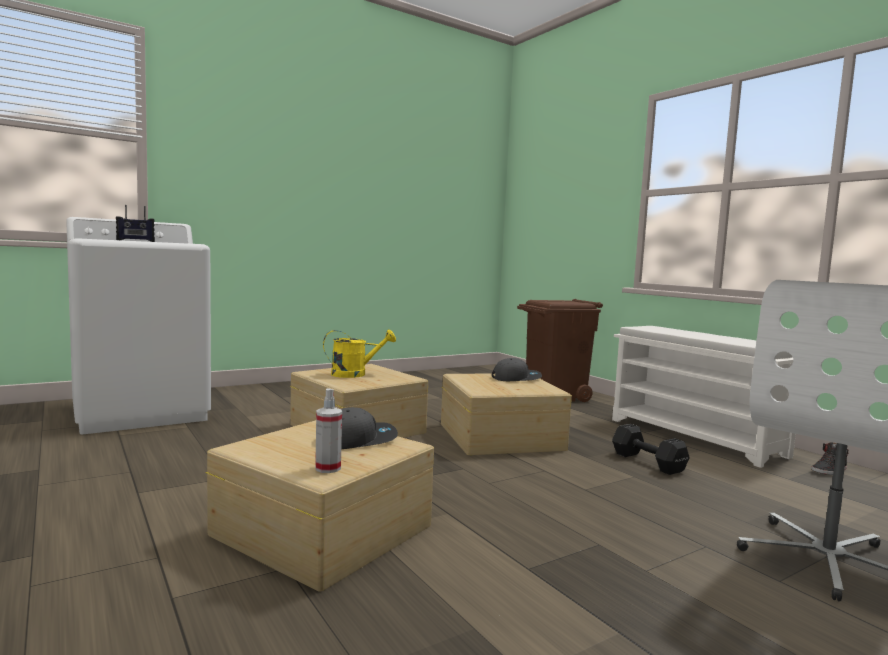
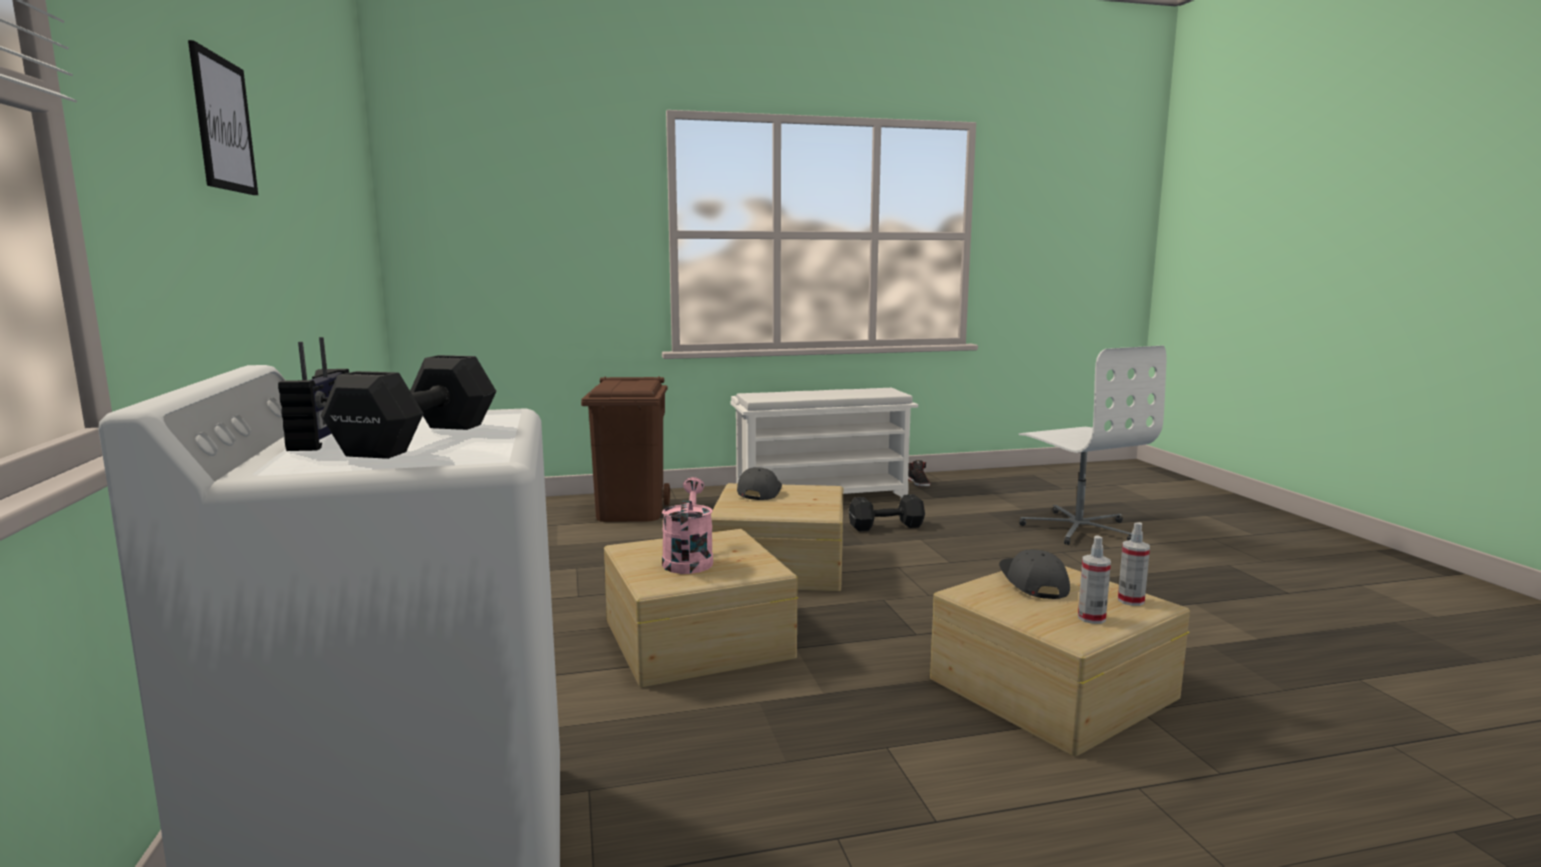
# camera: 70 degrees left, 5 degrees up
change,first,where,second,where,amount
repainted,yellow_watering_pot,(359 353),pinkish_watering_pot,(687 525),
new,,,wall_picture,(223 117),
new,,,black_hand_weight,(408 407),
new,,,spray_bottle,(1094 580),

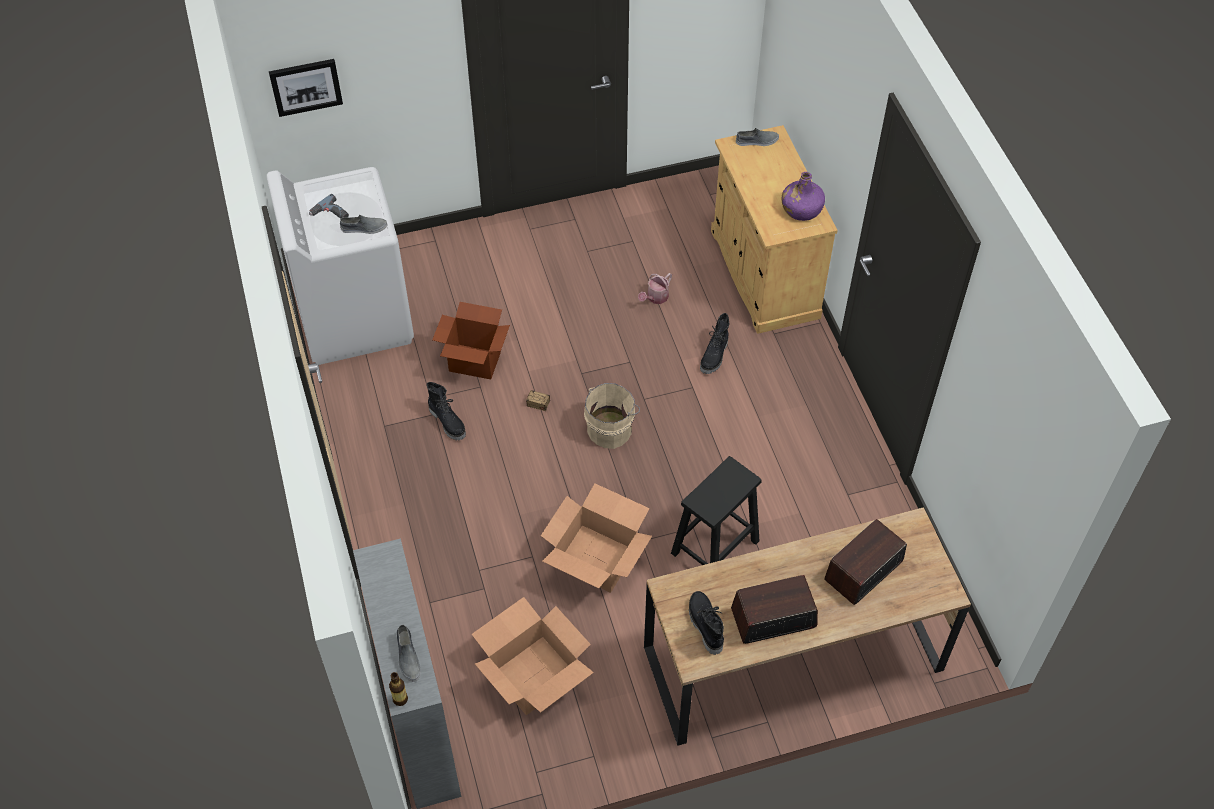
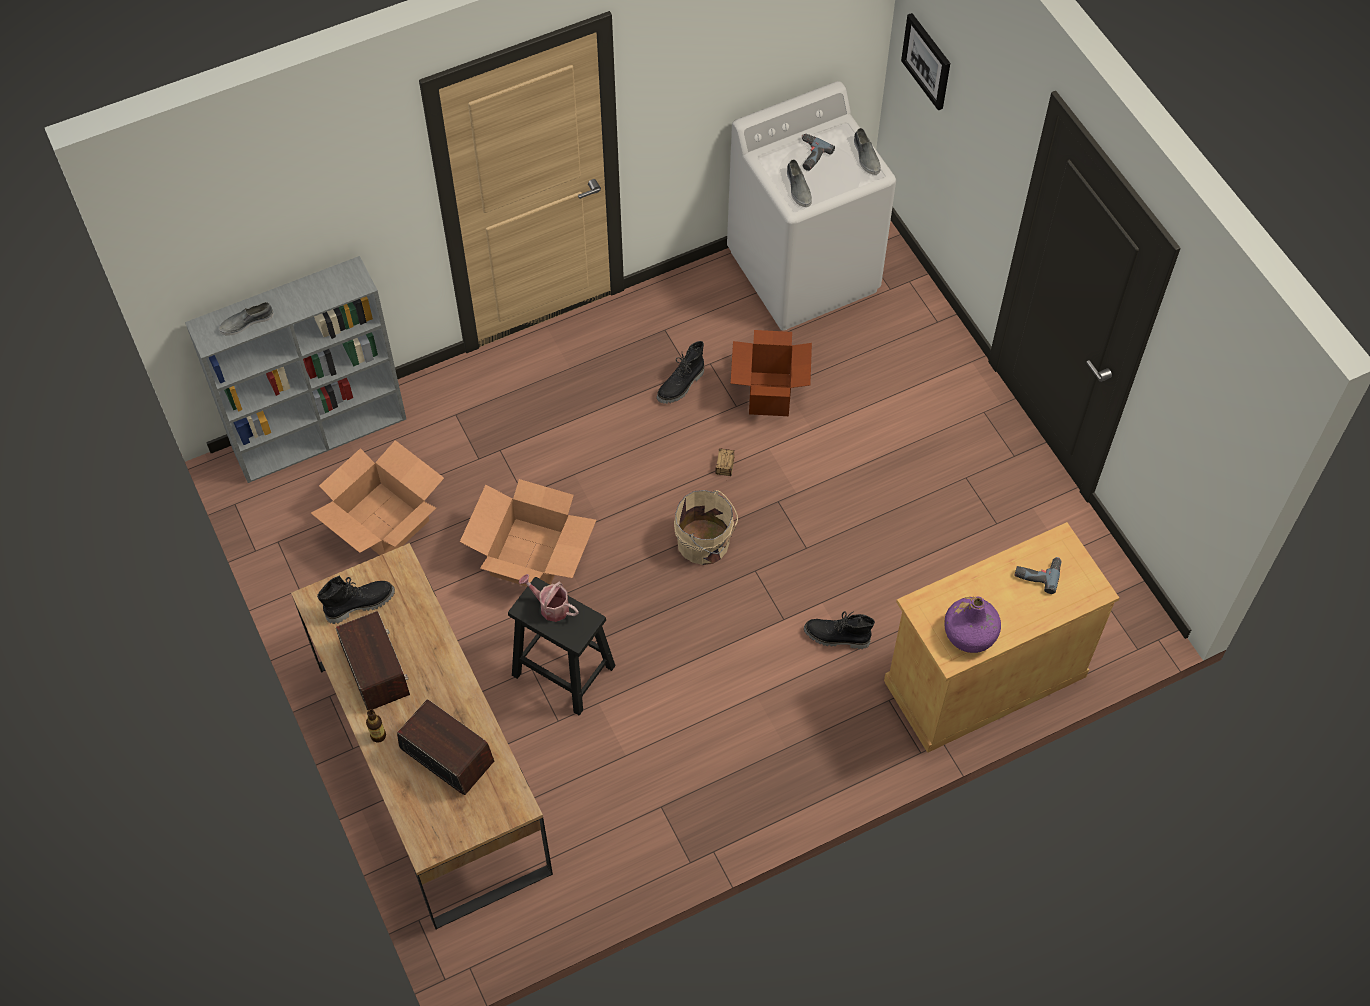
# camera: 80 degrees right, 5 degrees up
change,first,where,second,where,amount
shifted,drink_bottle,(398 689),,(376 726),
shifted,watering_pot,(655 288),,(549 598),
shifted,greyish_shoe,(757 137),,(867 151),
new,,,power_drill,(1038 575),

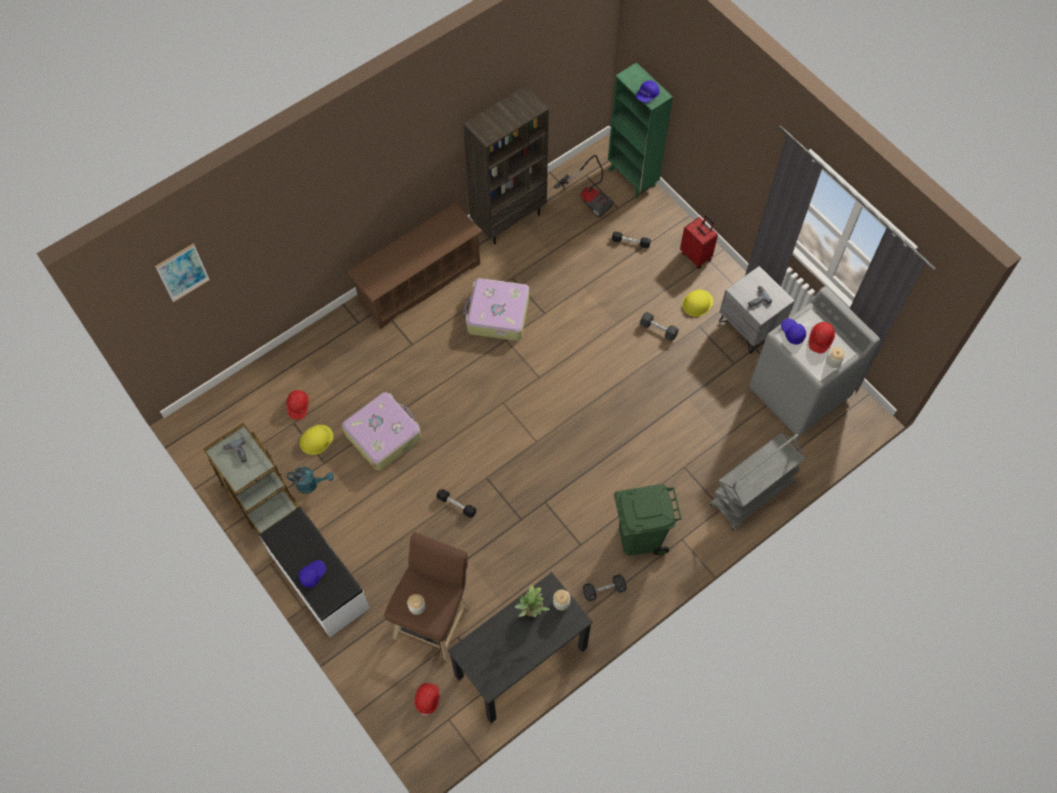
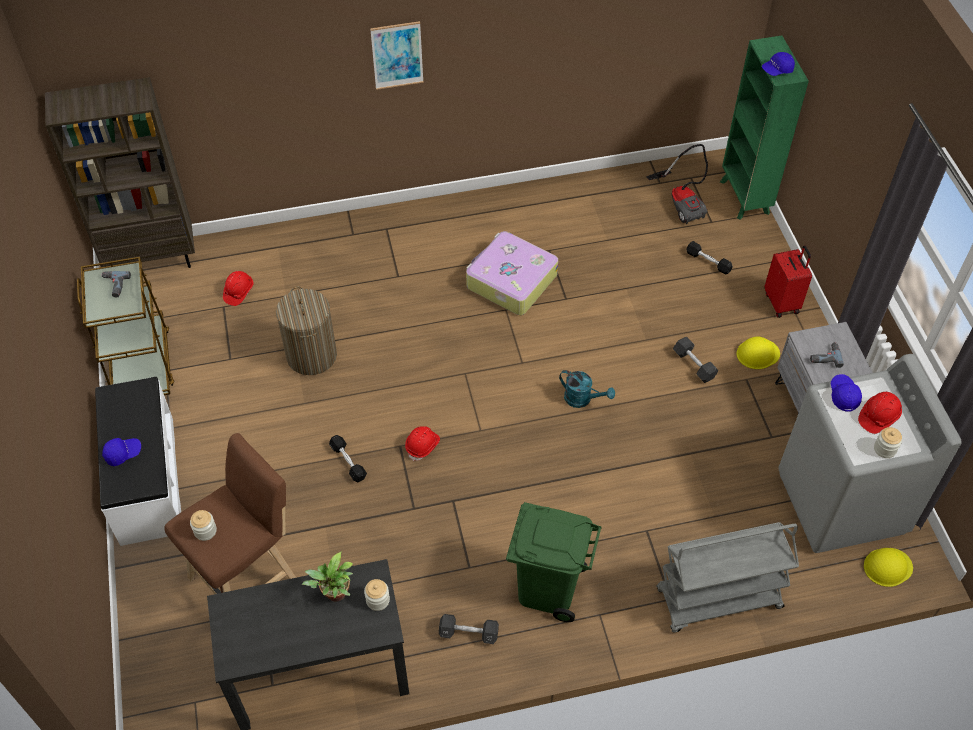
# camera: 25 degrees right, 10 degrees down
change,first,where,second,where,amount
shifted,wall_picture,(182 272),,(397 55),
shifted,turquoise-coloured_watering_pot,(310 480),,(587 389),
shifted,yellow_hard_hat,(316 440),,(888 567),
swapped,piece_of_luggage,(382 431),washing_basket,(306 331),
gone,brown_shoe_stand,(414 266),,,
shifted,reddish_hard_hat,(427 699),,(422 443),
shifted,brown_bookshelf,(506 165),,(120 172),

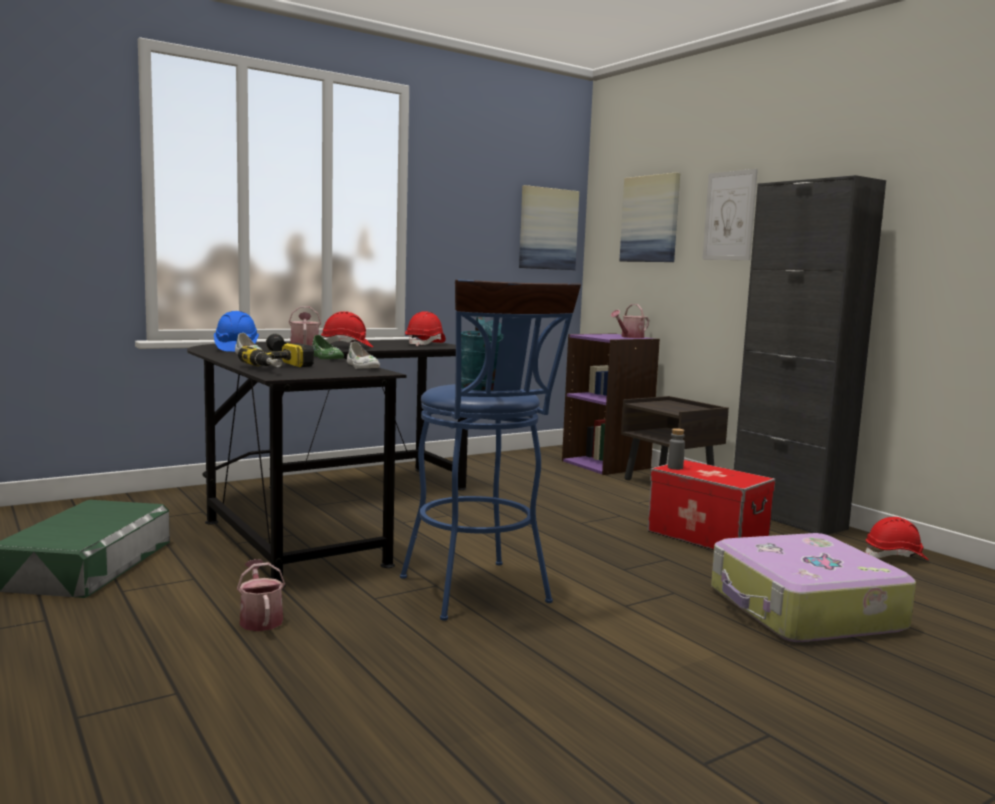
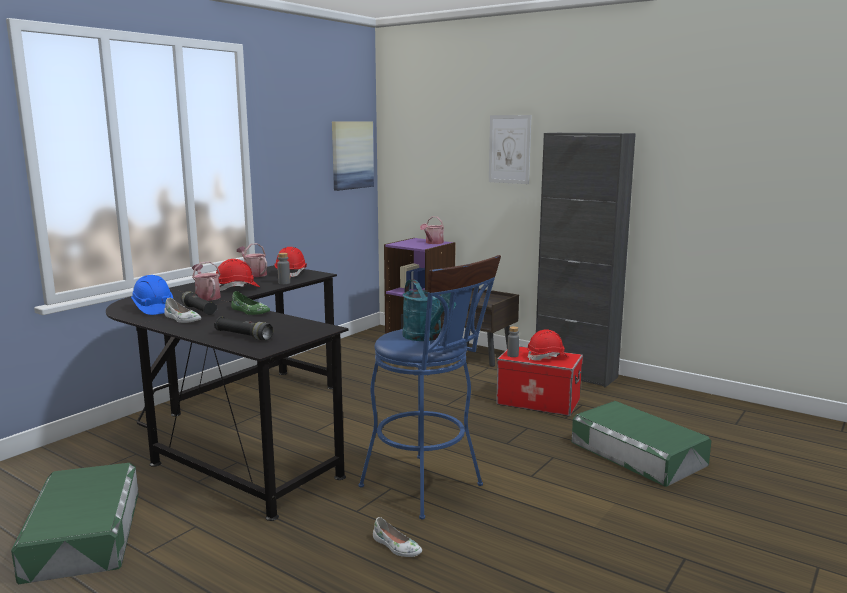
# camera: 20 degrees left, 5 degrees up
change,first,where,second,where,amount
shifted,watering_pot,(261 595),,(252 260),
swapped,power_drill,(276 355),black_torch,(243 328),
shifted,white_shoe,(363 355),,(397 537),
gone,wall_picture,(649 217),,,
swapped,piece_of_luggage,(813 587),green_storage_container,(641 444),
shifted,reddish_hard_hat,(896 538),,(547 345),
new,,,greyish_drink_bottle,(283 268),

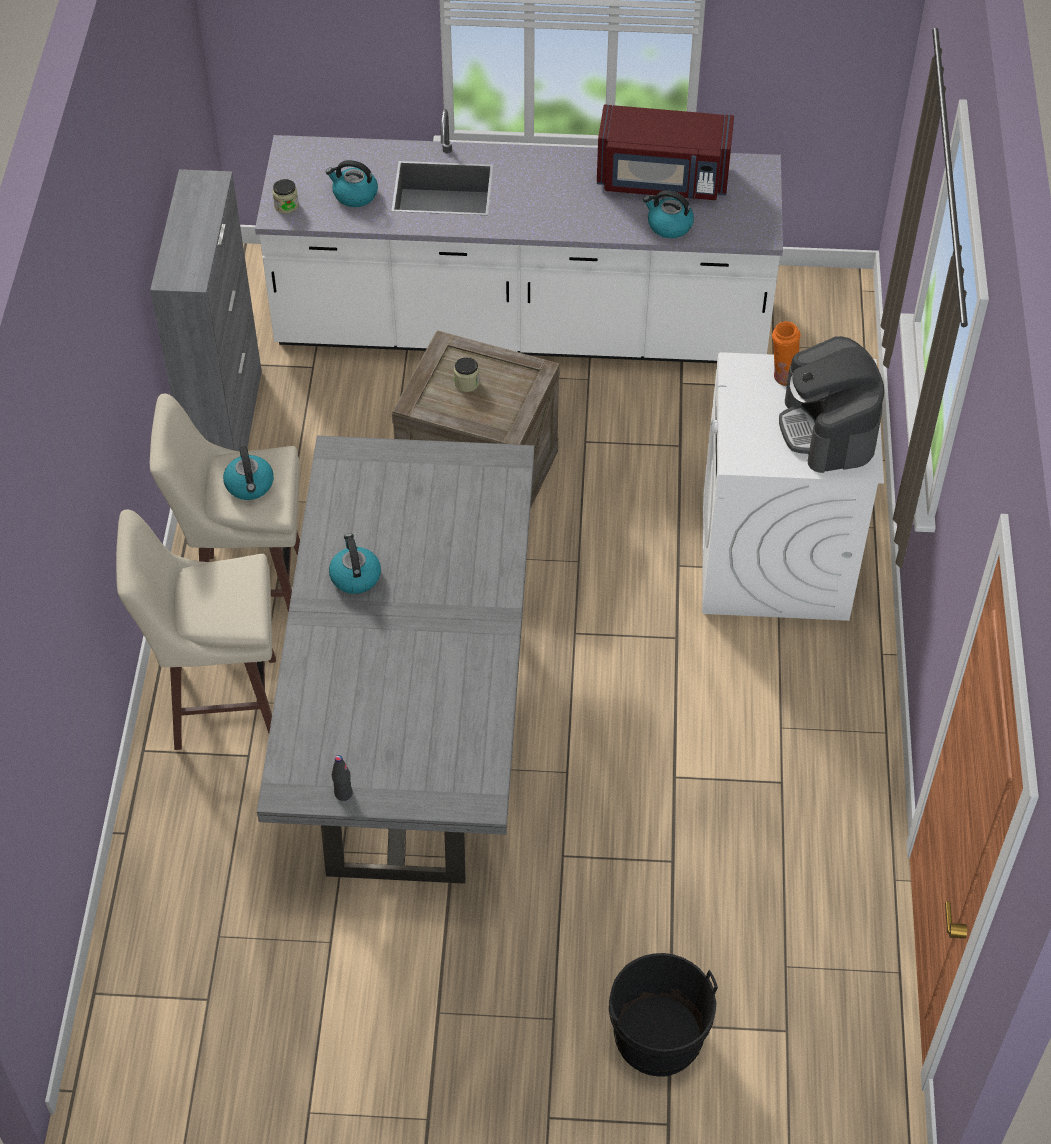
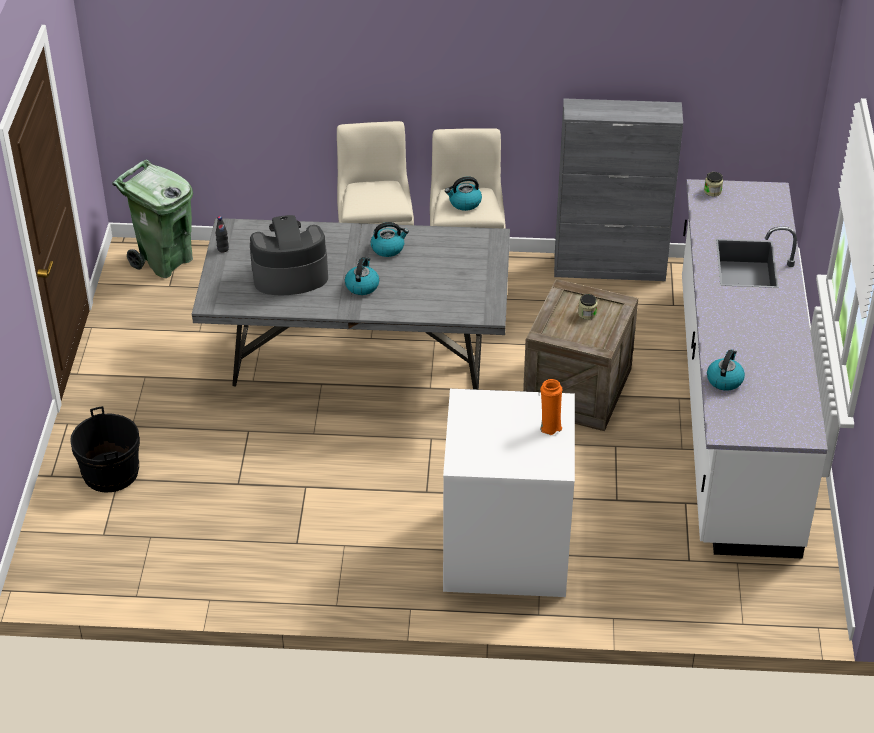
# camera: 90 degrees right, 10 degrees down
change,first,where,second,where,amount
shifted,water_kettle,(352 183),,(362 276),
gone,reddish_kitchen_microwave,(665 152),,,
shifted,coffee_maker,(831 404),,(289 255),
new,,,green_waste_bin,(152 219),

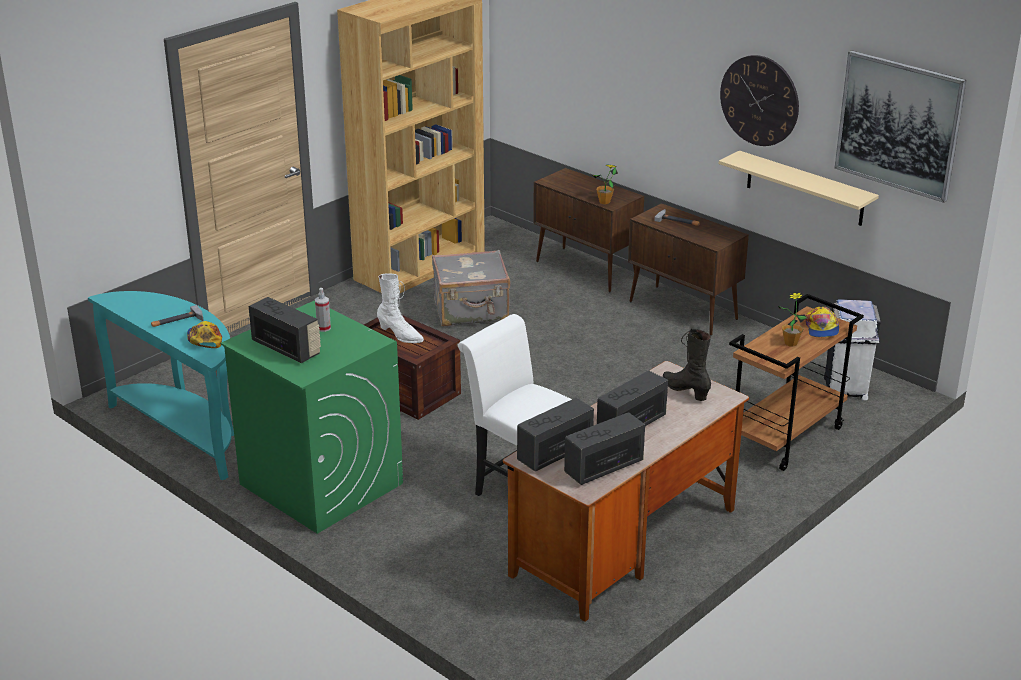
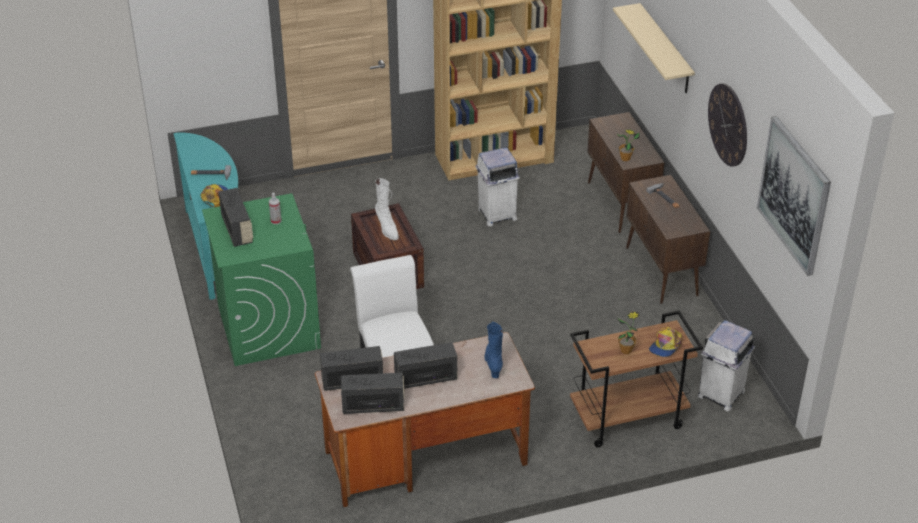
# camera: 30 degrees right, 10 degrees up
change,first,where,second,where,amount
swapped,greyish_piece_of_luggage,(471 288),white_waste_bin,(497 186),
repainted,black_boot,(687 364),blue_boot,(493 350),
shifted,sand-coloured_shelf,(799 188),,(654 48),

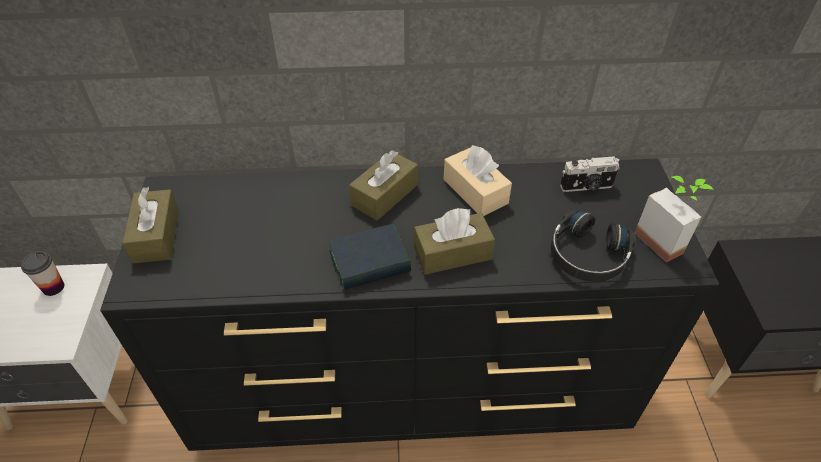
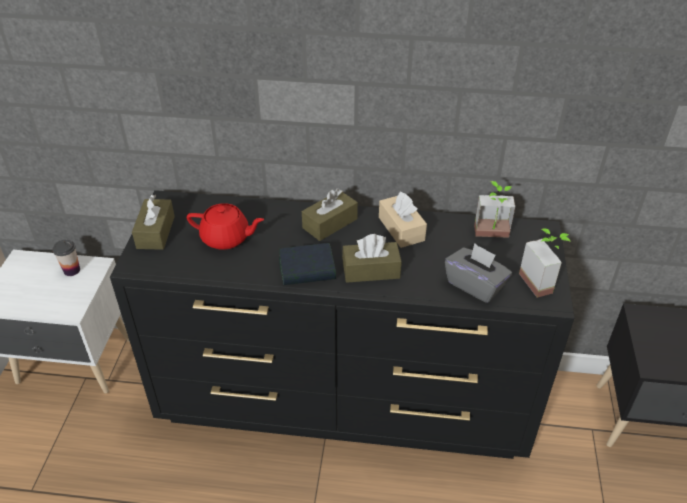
# camera: 10 degrees right, 5 degrees down
change,first,where,second,where,amount
swapped,black_pair_of_headphones,(593 245),greyish_tissue_box,(478 273),
swapped,still_camera,(590 174),plant_in_a_pot,(494 209),
new,,,reddish_teapot,(225 226),

